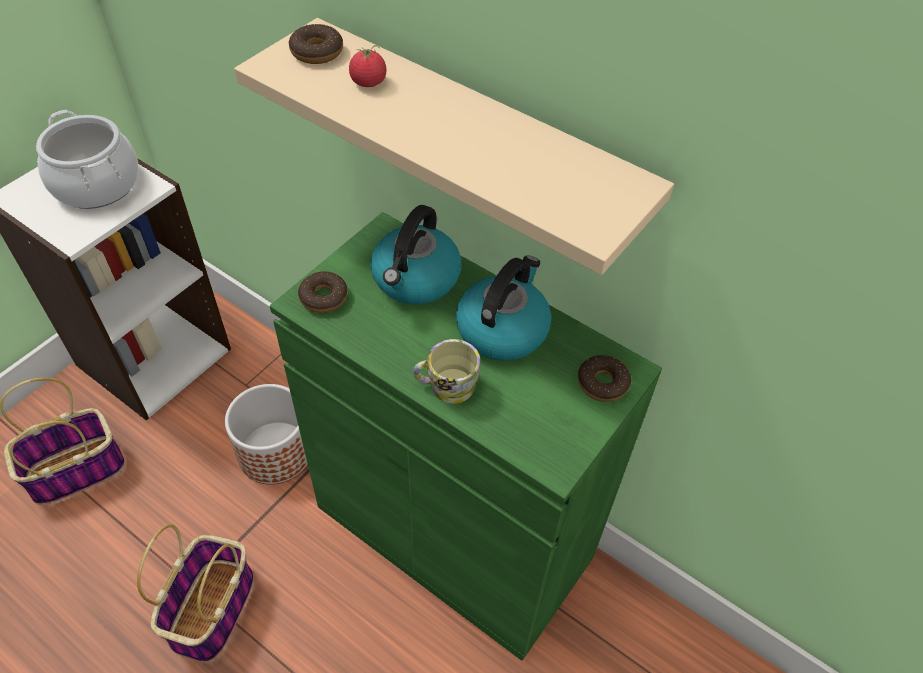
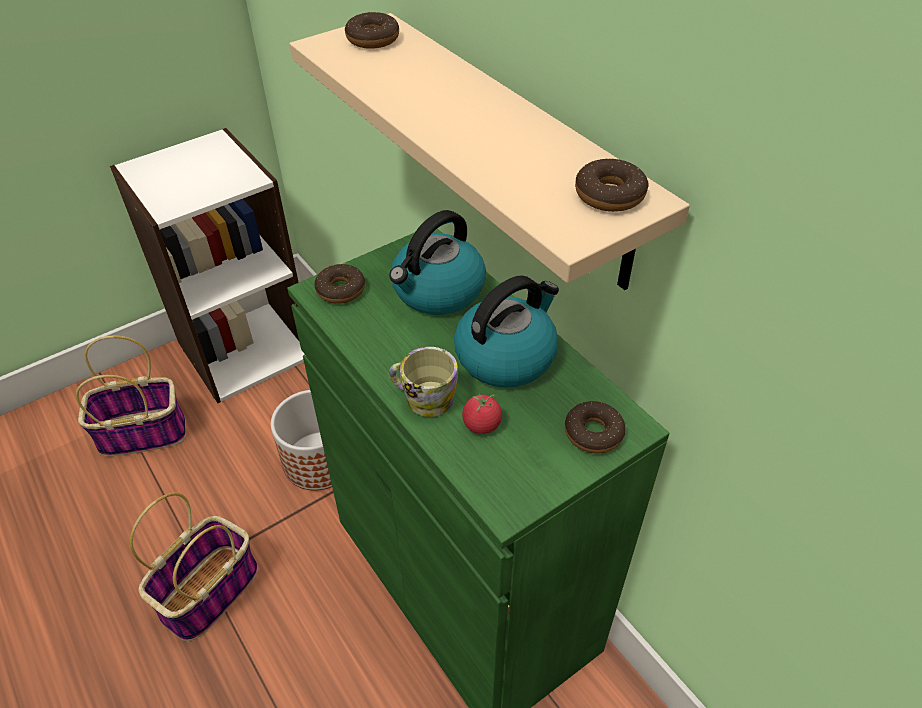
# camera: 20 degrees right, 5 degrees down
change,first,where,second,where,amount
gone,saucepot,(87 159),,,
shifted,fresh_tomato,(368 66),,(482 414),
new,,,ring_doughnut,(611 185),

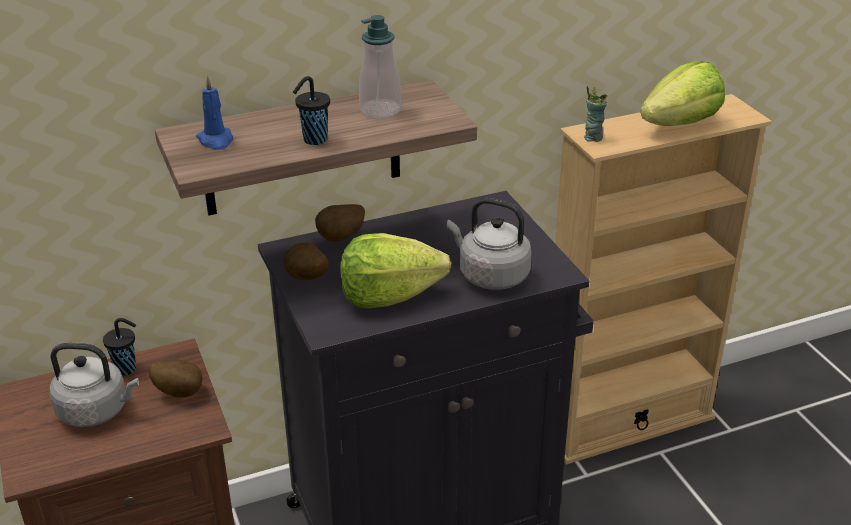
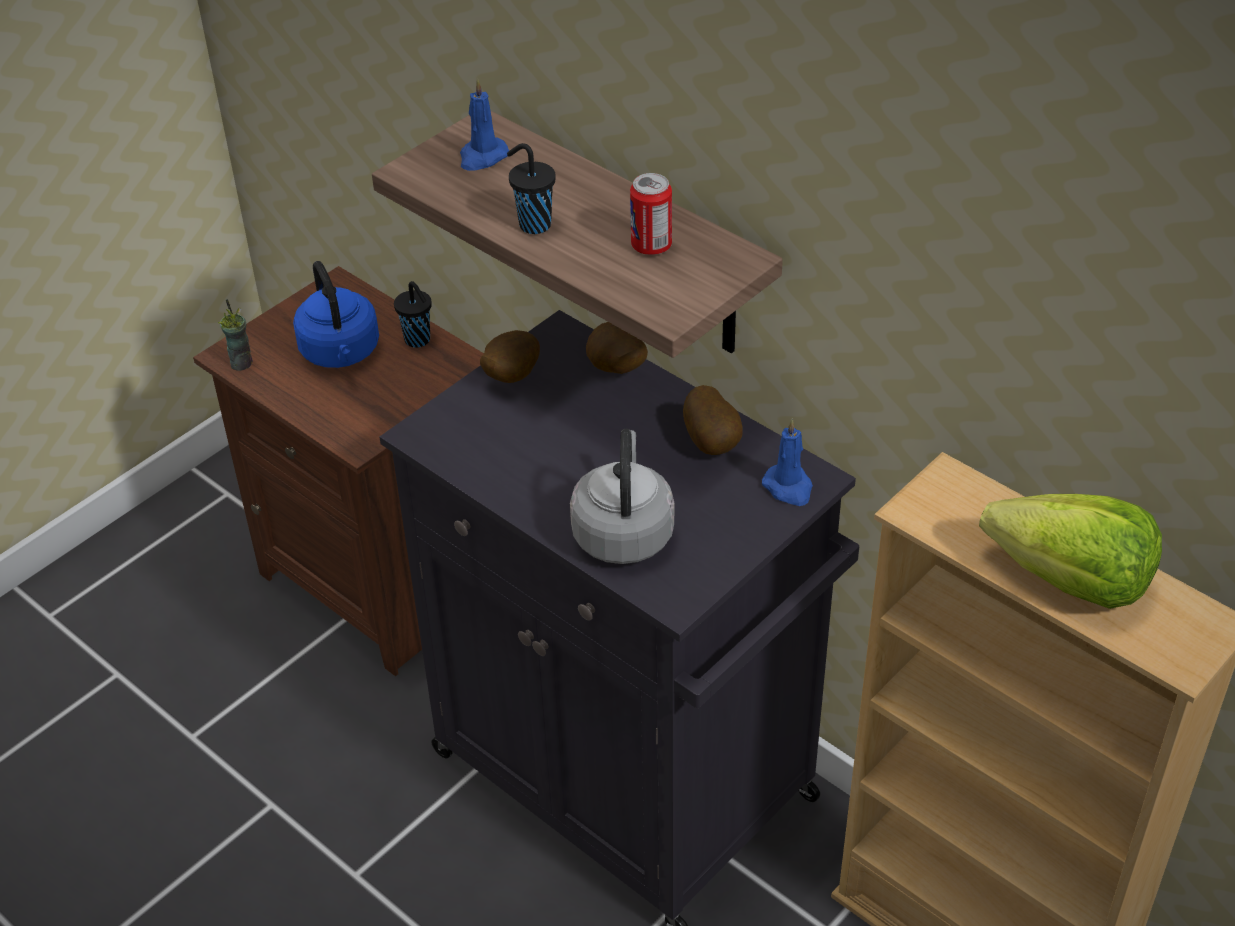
# camera: 65 degrees right, 10 degrees up
change,first,where,second,where,amount
repainted,greyish_water_kettle,(94 385),blue_water_kettle,(336 314),
shifted,whole_potato,(176 379),,(713 420),
gone,head_of_lettuce,(395 270),,,
swapped,soap_dispenser,(380 67),sealed_can,(651 214),
shifted,drinking_cup,(595 114),,(235 335),
new,,,blue_wax_candle,(787 462),

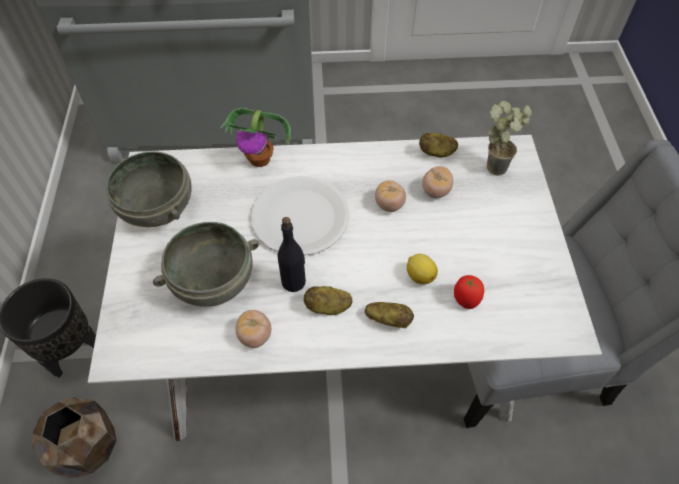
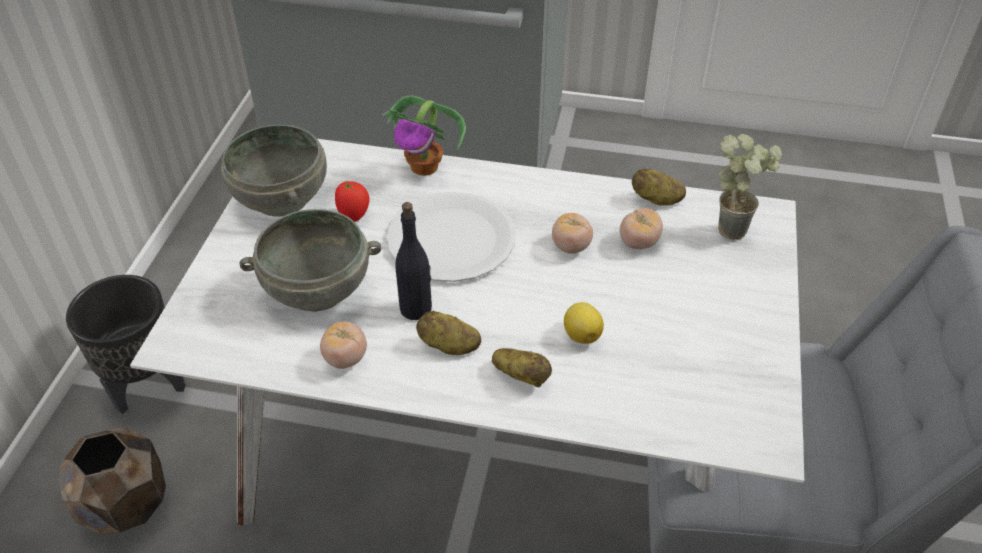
# camera: 15 degrees right, 10 degrees down
change,first,where,second,where,amount
shifted,fresh_tomato,(469 292),,(352 201),

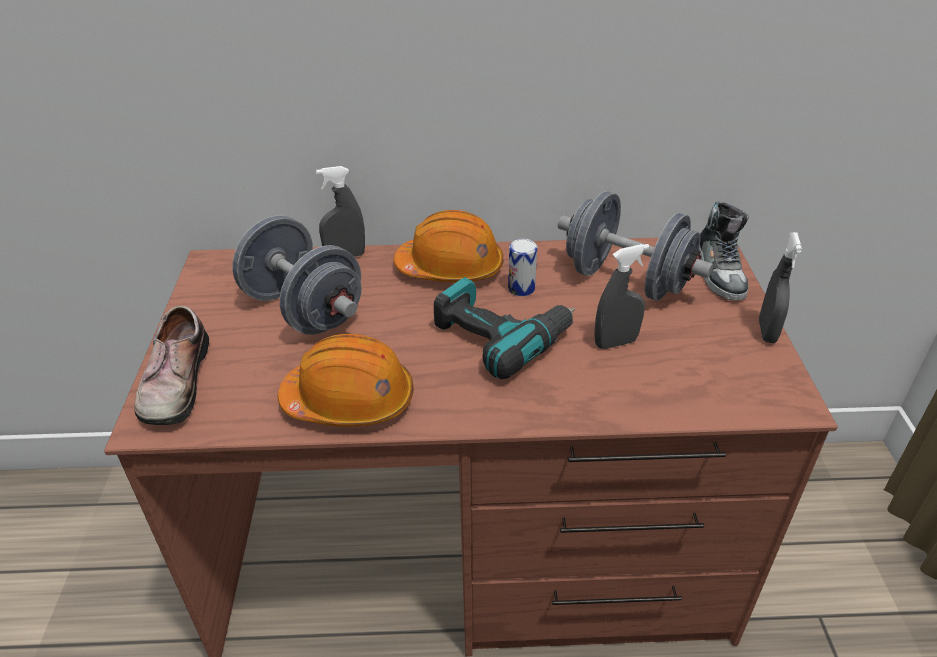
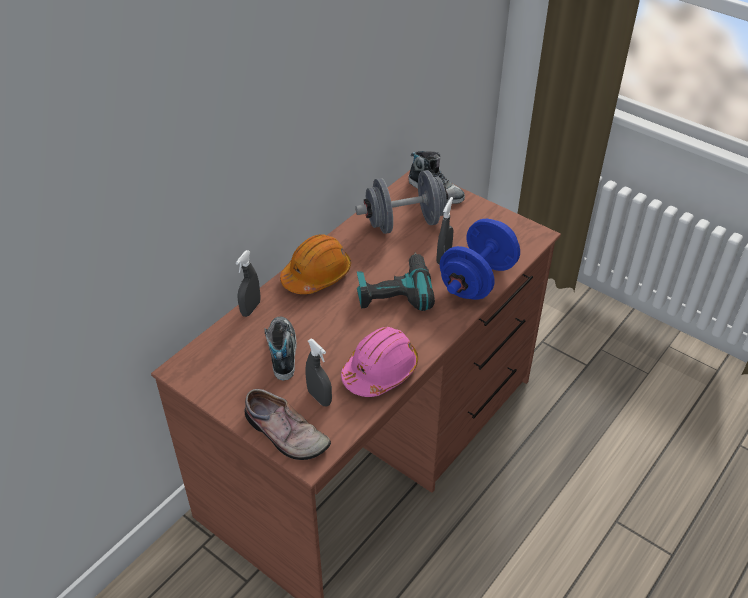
# camera: 50 degrees left, 5 degrees up
change,first,where,second,where,amount
swapped,greyish_hand_weight,(297 275),shoe,(280 348),
repainted,orange_hard_hat,(346 380),pinkish_hard_hat,(379 362),
gone,sealed_can,(522 267),,,
shifted,greyish_spray_bottle,(780 287),,(318 372),
new,,,blue_hand_weight,(480 259),

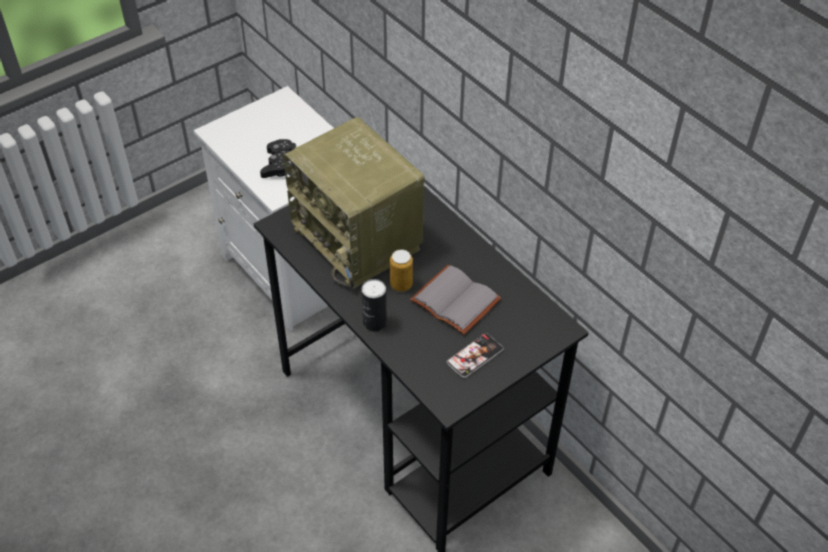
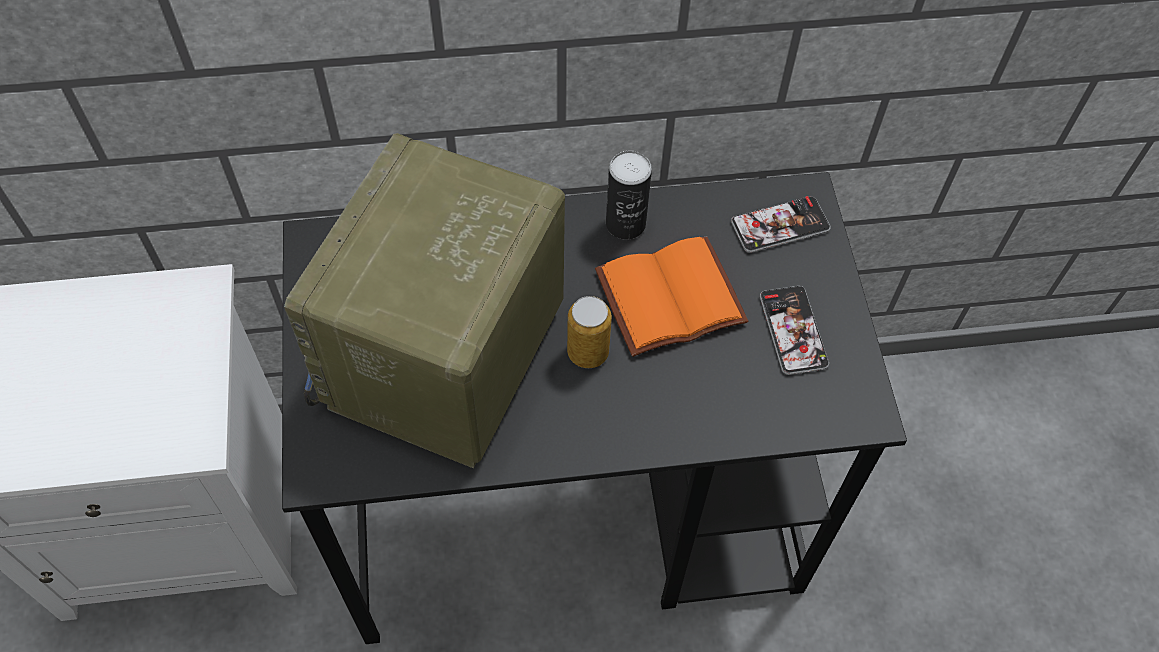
# camera: 60 degrees left, 10 degrees up
change,first,where,second,where,amount
gone,black_joypad,(278 158),,,
rotated,radio,(353 202),,(424 301),120 degrees clockwise
shifted,sealed_can,(374 305),,(629 195),
repainted,greyish_bound_book,(455 300),orange_bound_book,(671 296),
new,,,telephone,(781 224),

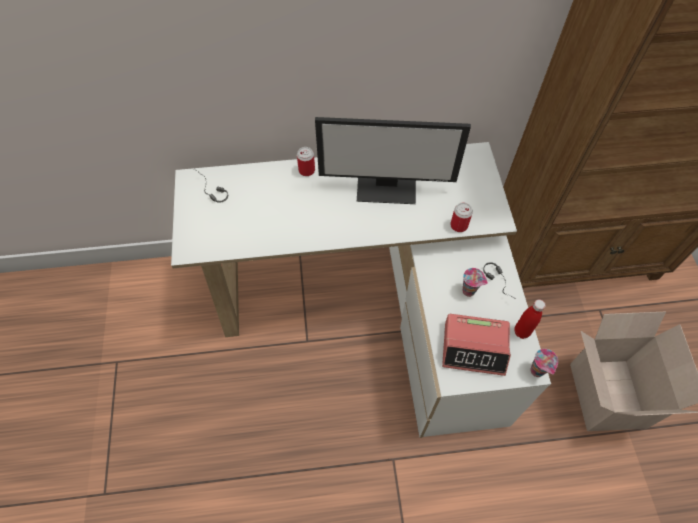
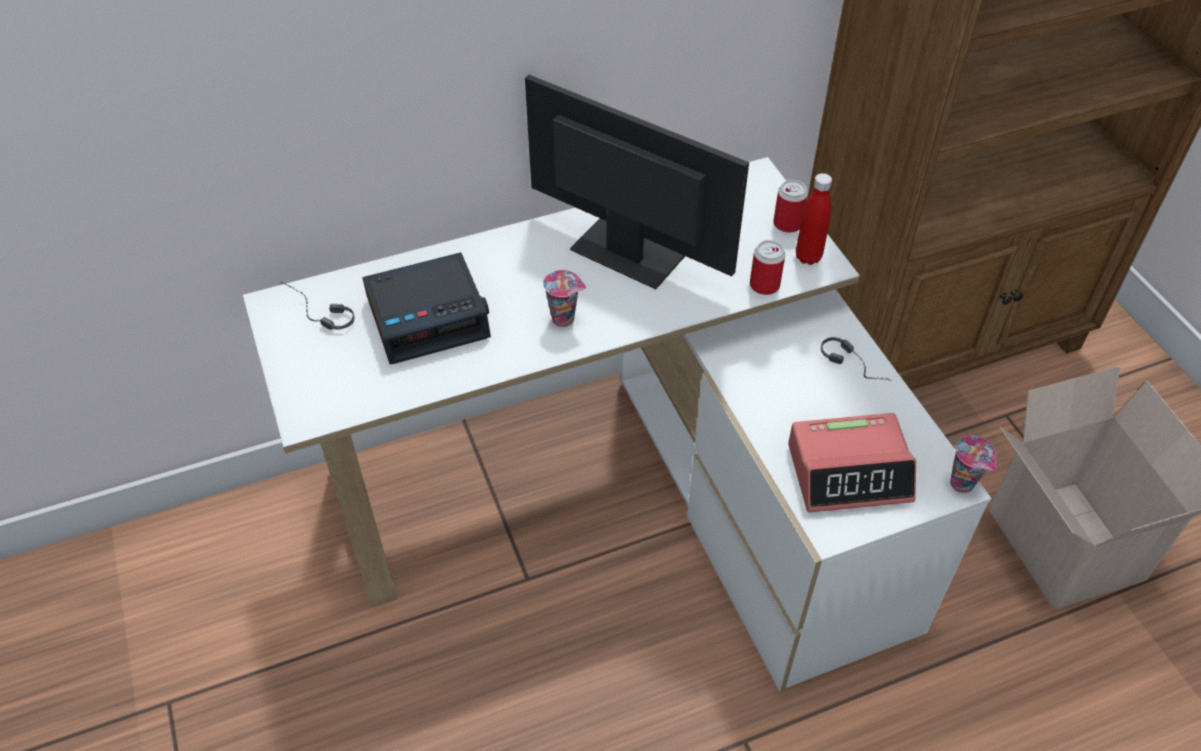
# camera: 15 degrees left, 10 degrees down
change,first,where,second,where,amount
shifted,sealed_can,(306 161),,(790 206),
rotated,computer_display,(393 160),,(637 182),135 degrees counterclockwise
shifted,drinking_cup,(475 282),,(564 298),
shifted,reddish_drink_bottle,(530 319),,(814 219),
new,,,bedside_clock,(427 308),

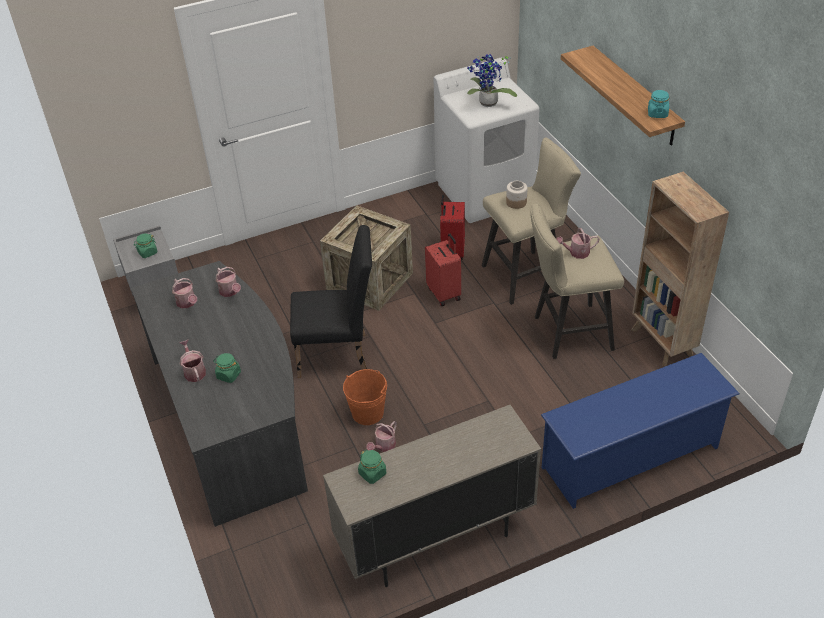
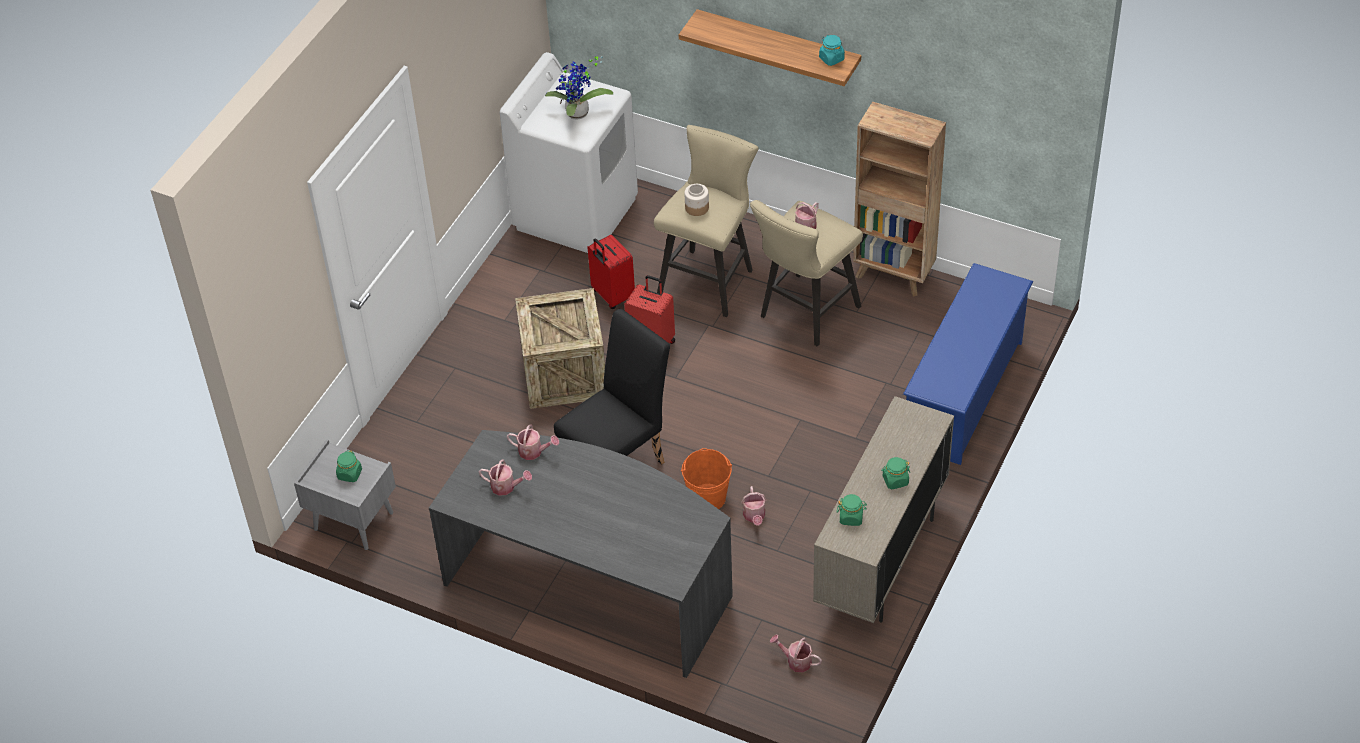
# camera: 40 degrees left, 5 degrees up
change,first,where,second,where,amount
shifted,watering_pot,(193 361),,(796 654),
shifted,green_jar,(227 368),,(895 473),

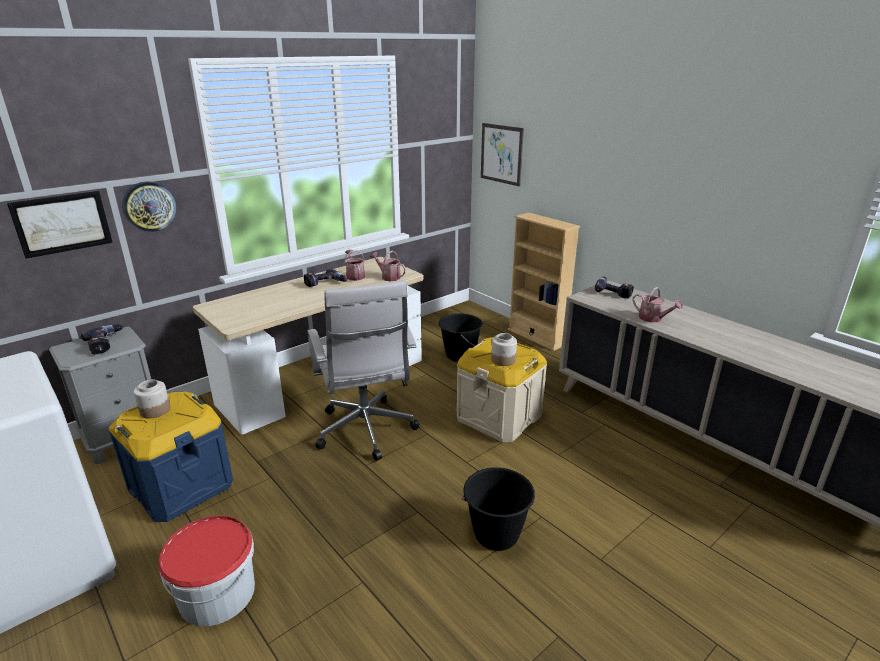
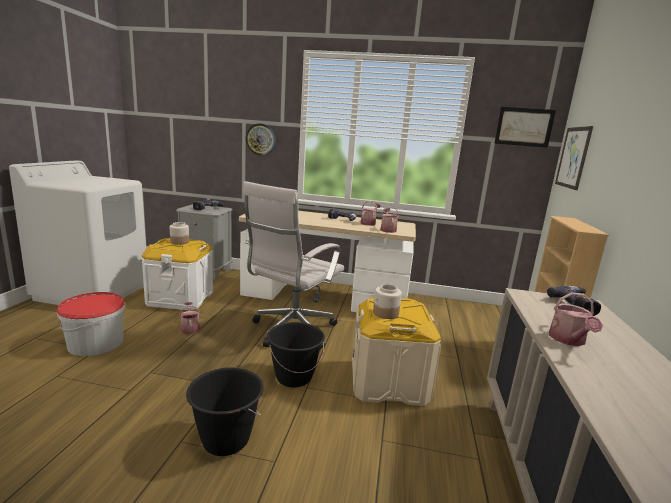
# camera: 50 degrees right, 10 degrees down
change,first,where,second,where,amount
shifted,wall_picture,(60 225),,(525 127),
repainted,blue_storage_container,(171 456),white_storage_container,(177 274),
shifted,black_pail,(461 338),,(296 354),
new,,,watering_pot,(189 318),

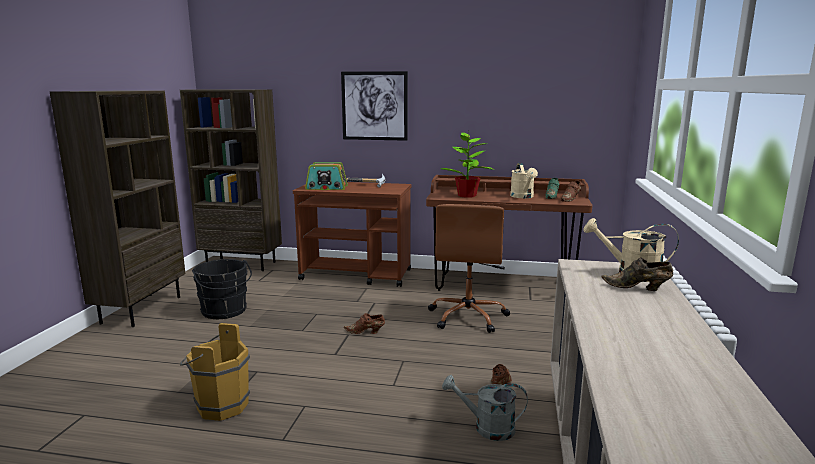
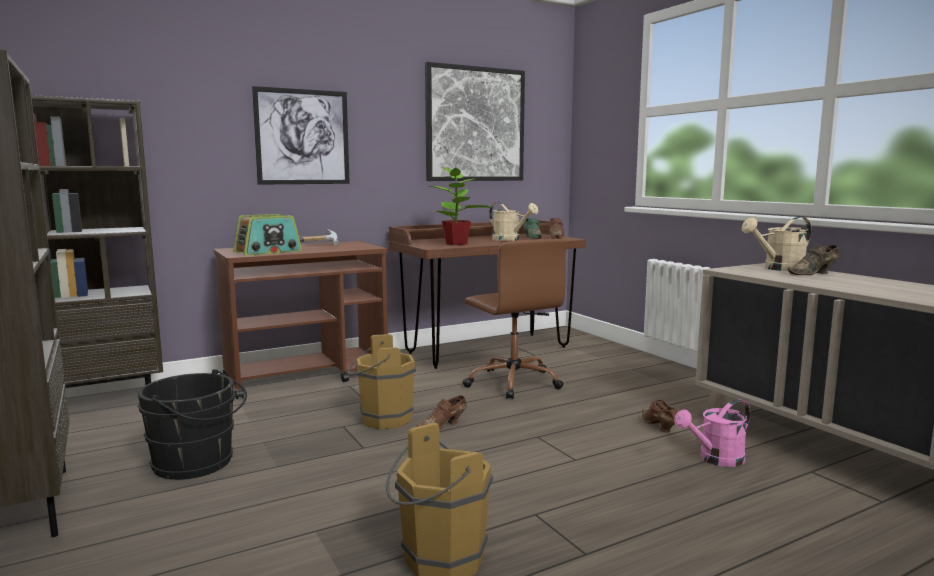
# camera: 40 degrees left, 5 degrees down
change,first,where,second,where,amount
repainted,greyish_watering_pot,(485 408),pinkish_watering_pot,(712 433),
new,,,brown_pail,(382 382),
new,,,wall_picture,(475 121),

